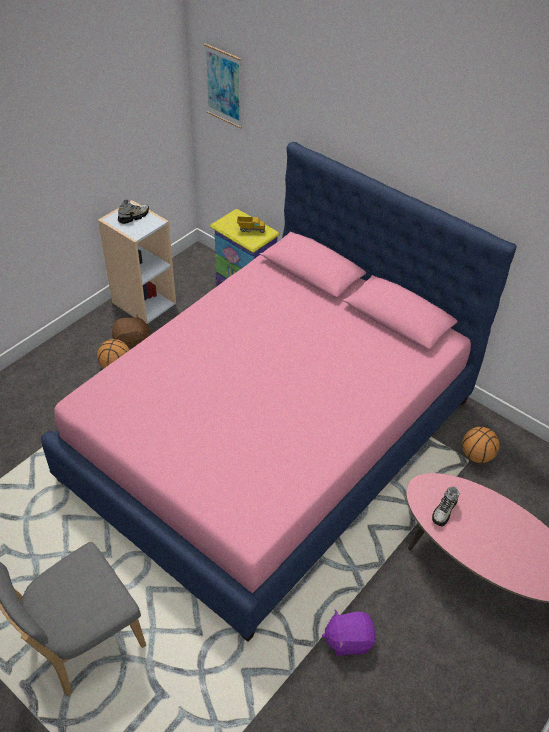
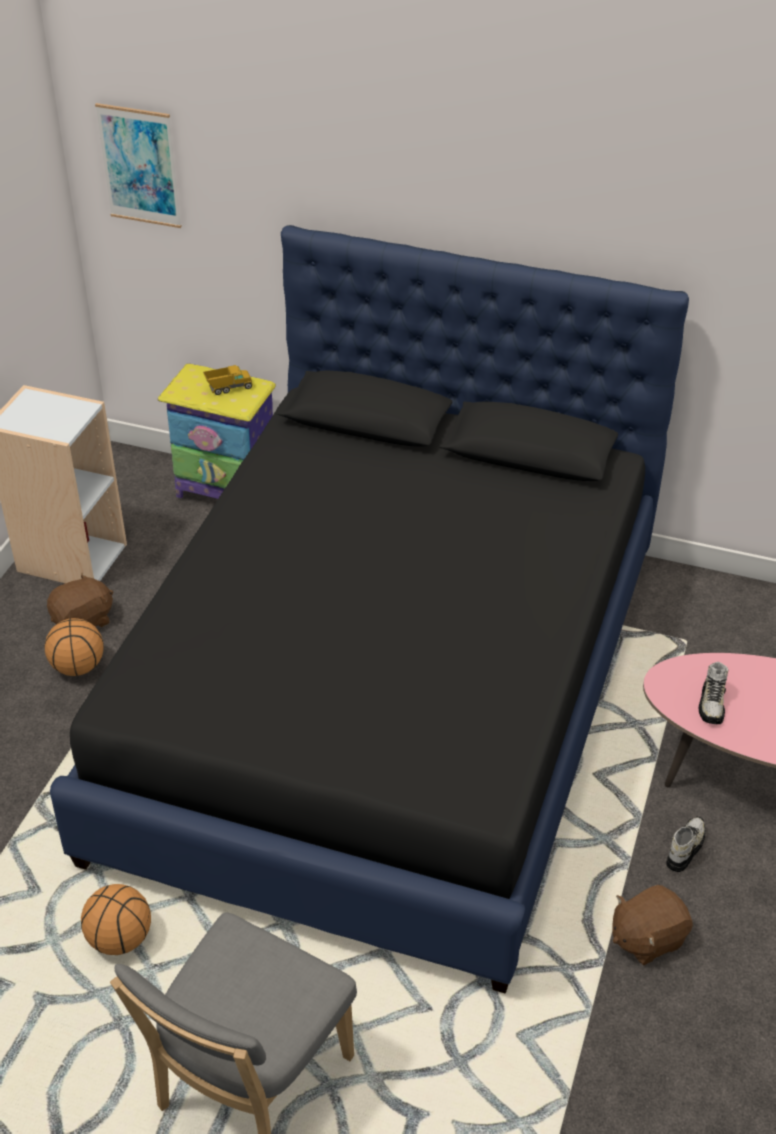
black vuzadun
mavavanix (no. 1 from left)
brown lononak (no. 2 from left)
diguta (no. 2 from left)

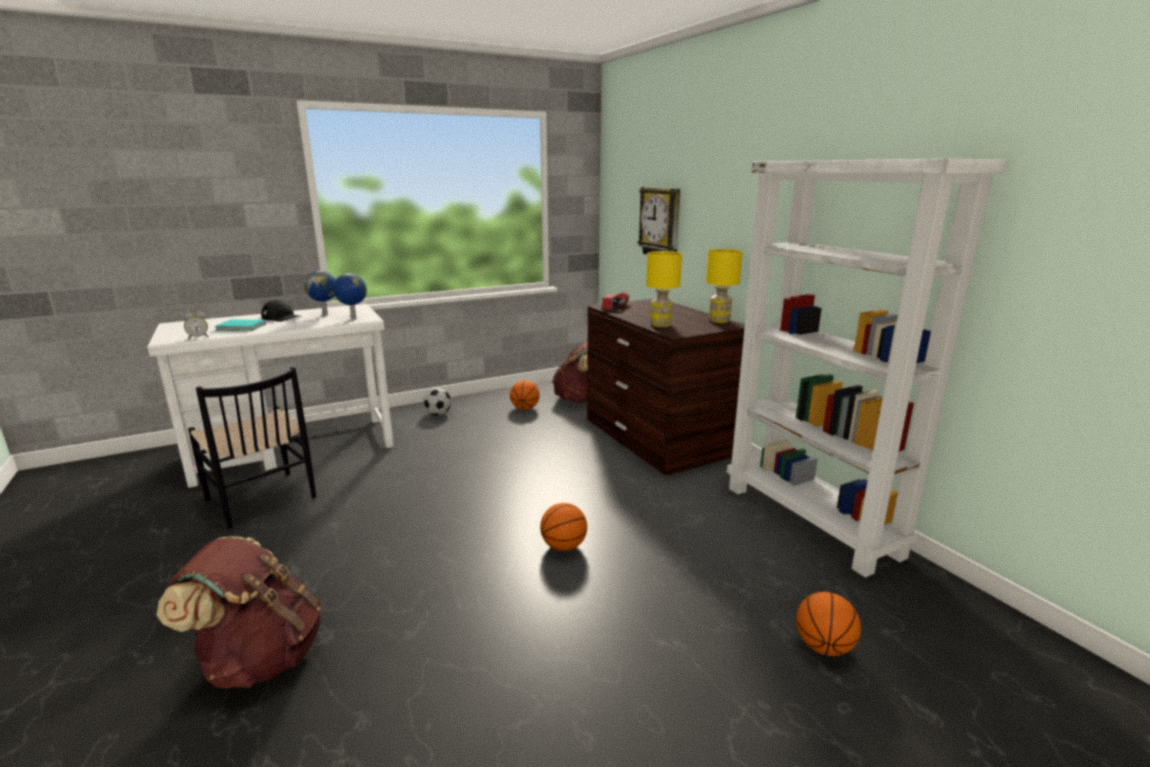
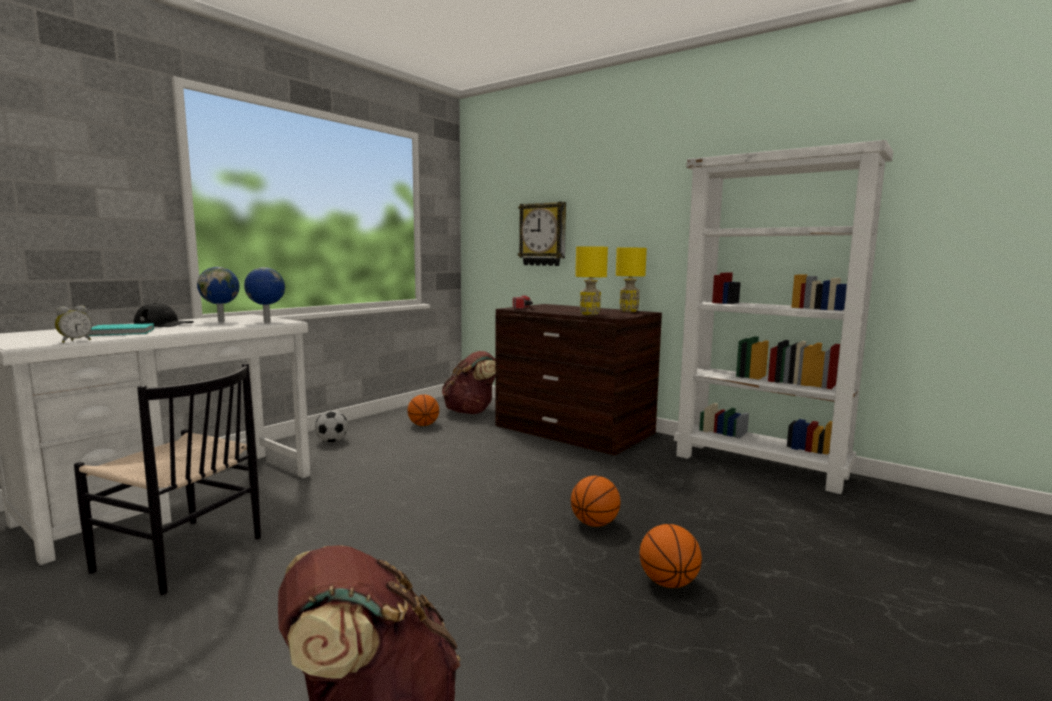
diguta (no. 3 from left)

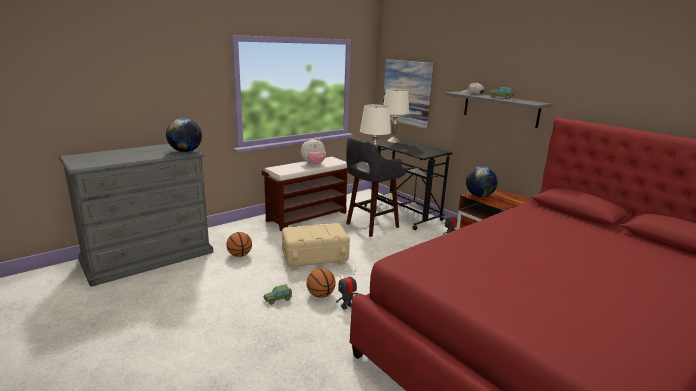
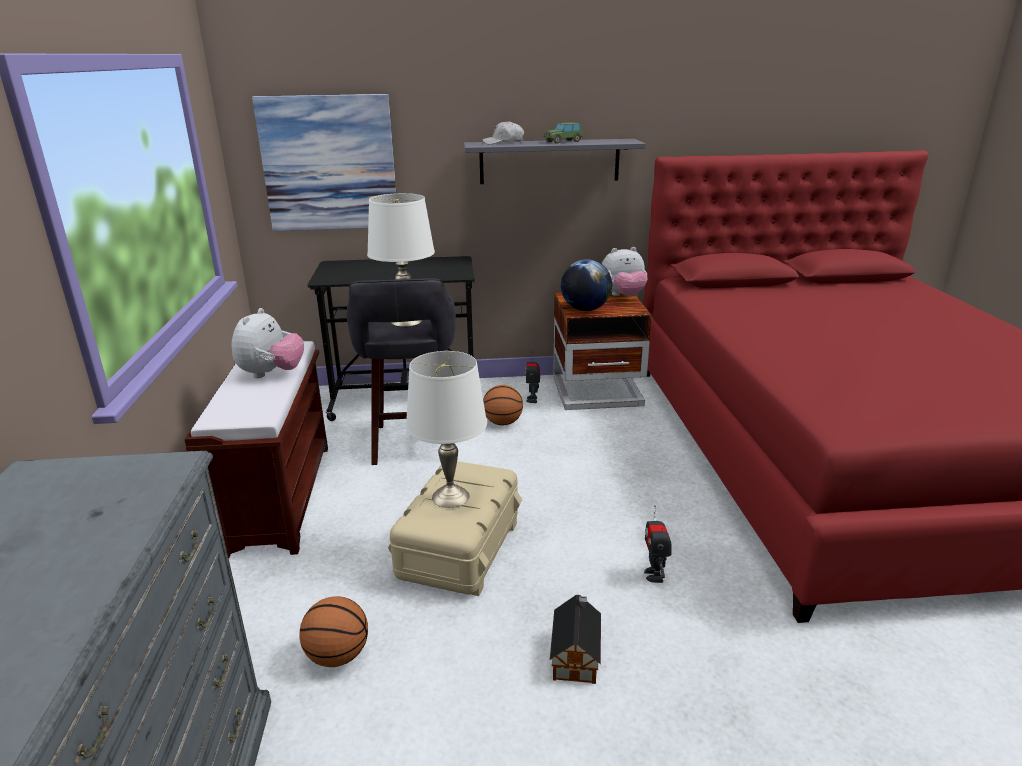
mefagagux (no. 1 from left in the first image)
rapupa
diguta (no. 2 from left)
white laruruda (no. 2 from left)
lononak (no. 2 from left)

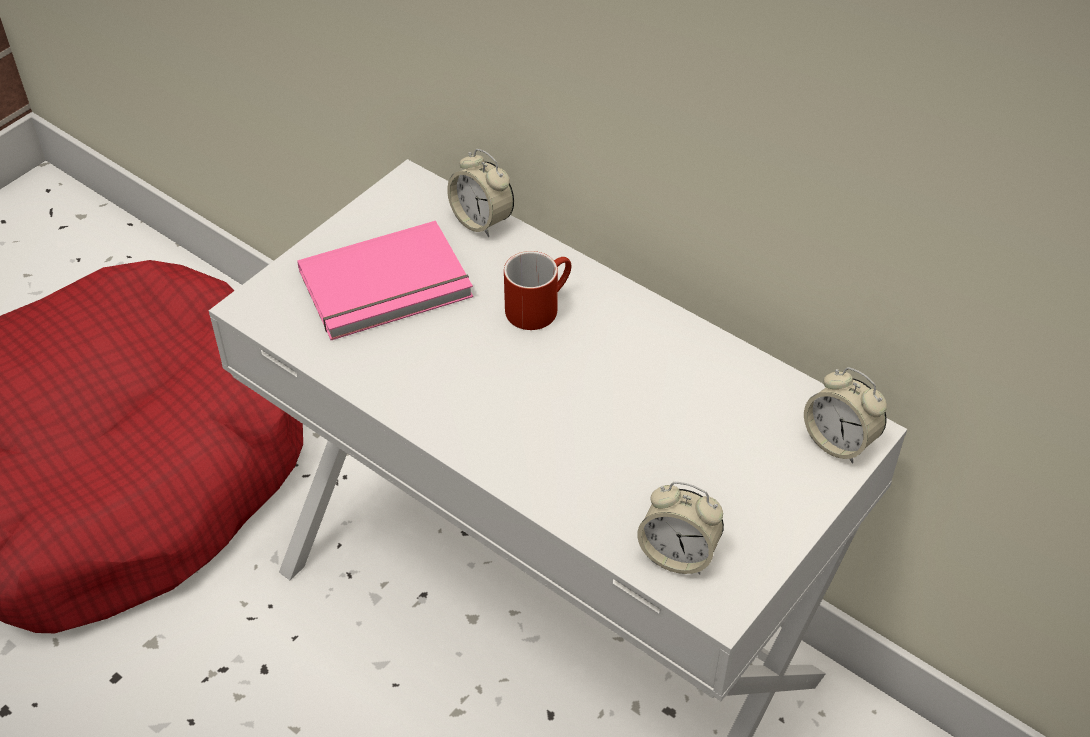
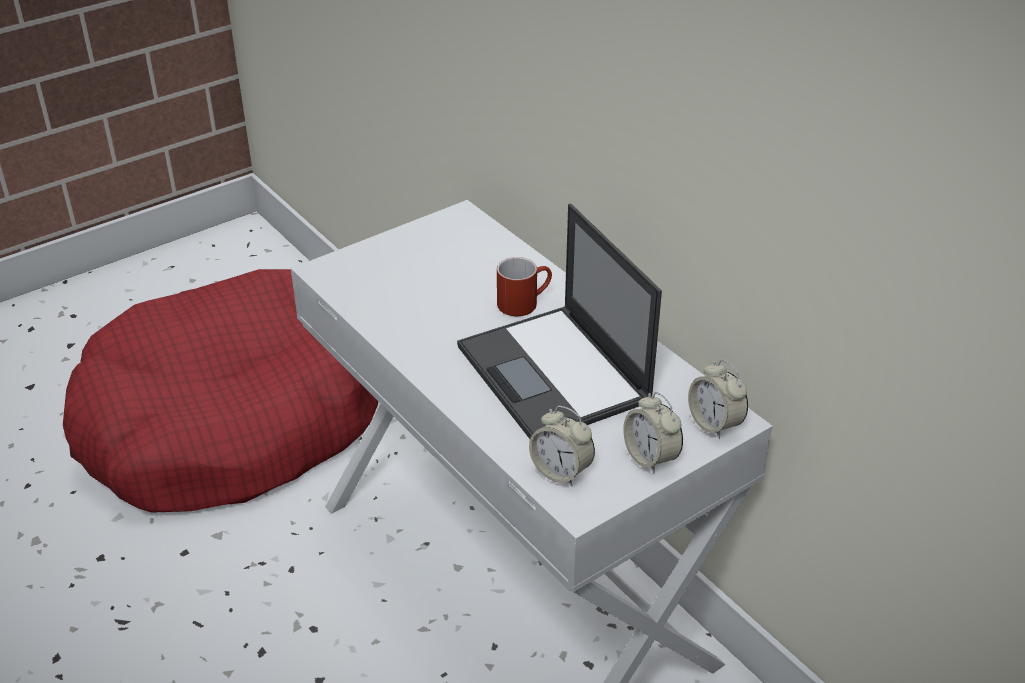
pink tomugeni
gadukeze (no. 2 from left)
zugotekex

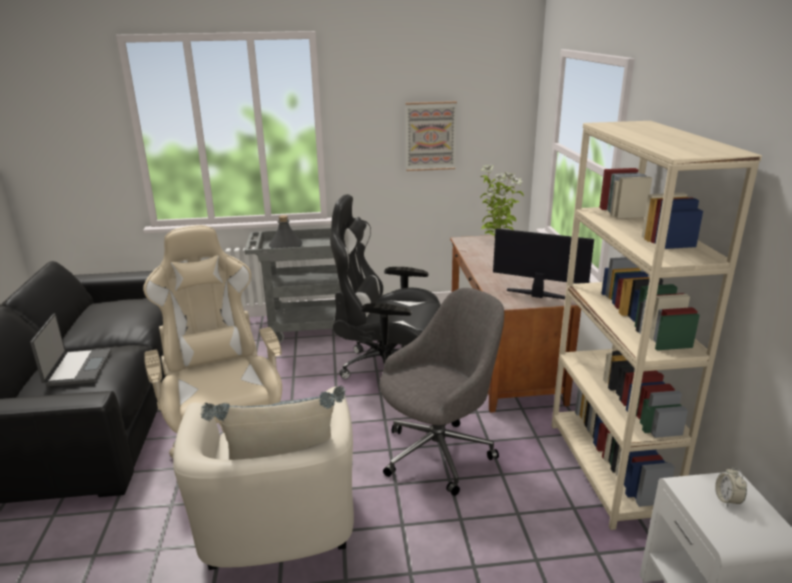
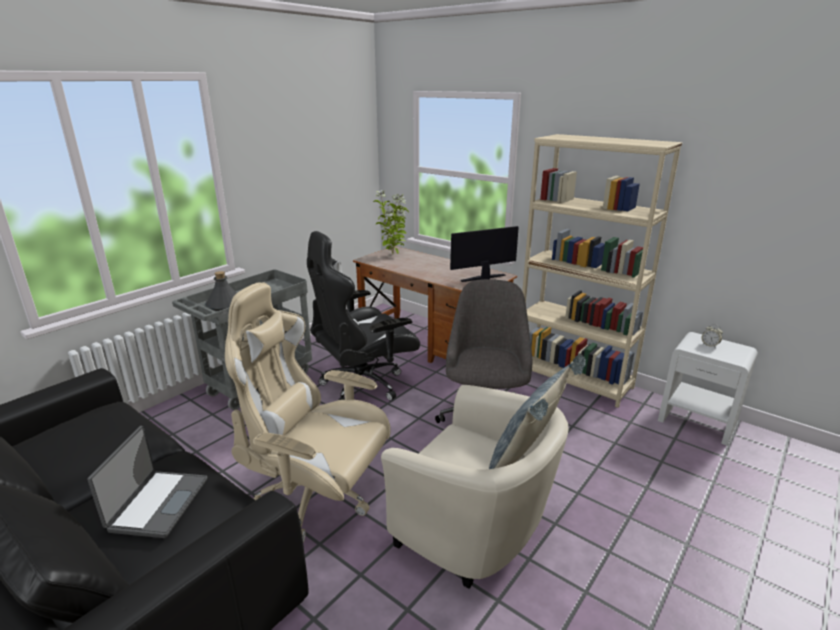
zugotekex
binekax

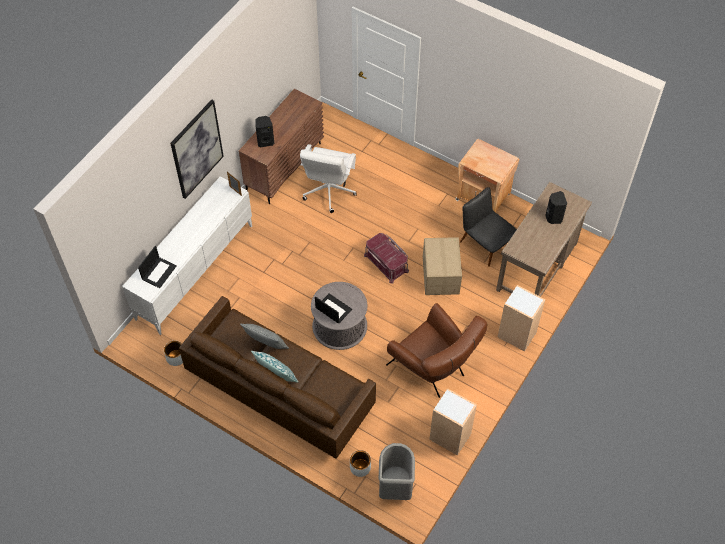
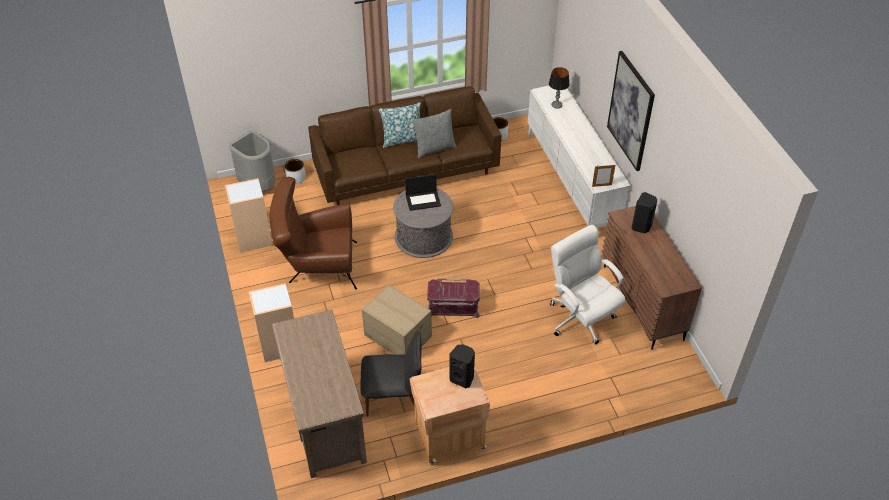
laruruda
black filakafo (no. 1 from left)

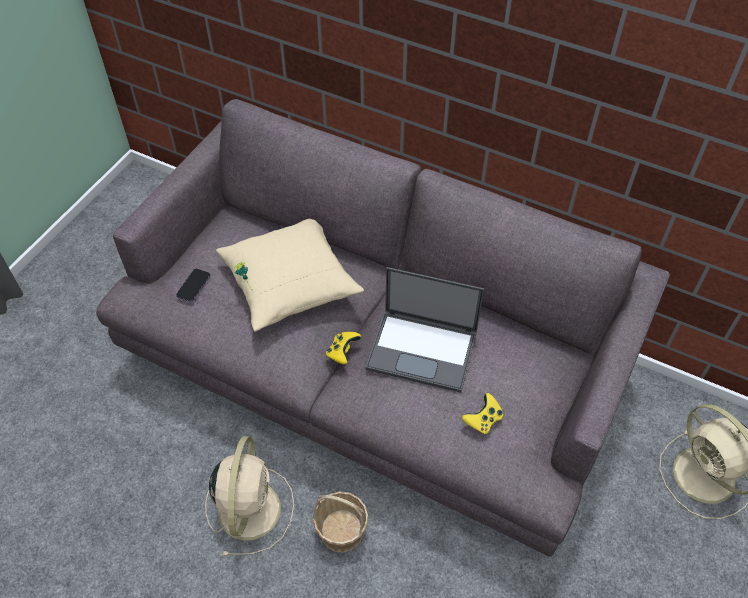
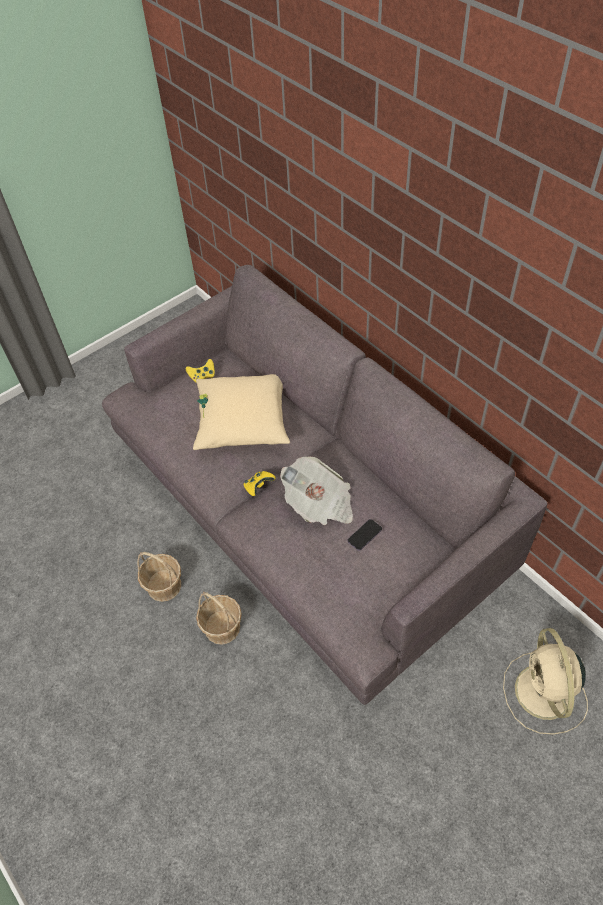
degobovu
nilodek (no. 1 from left)
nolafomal
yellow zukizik (no. 1 from left)

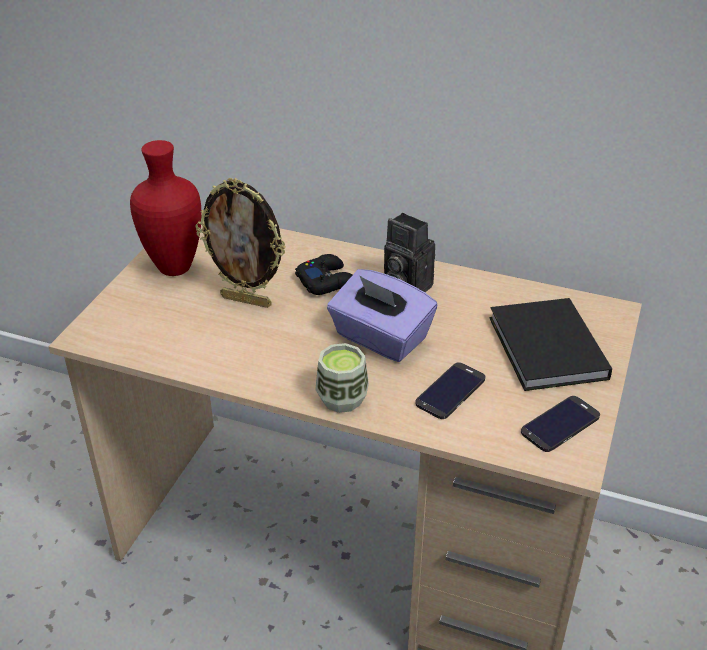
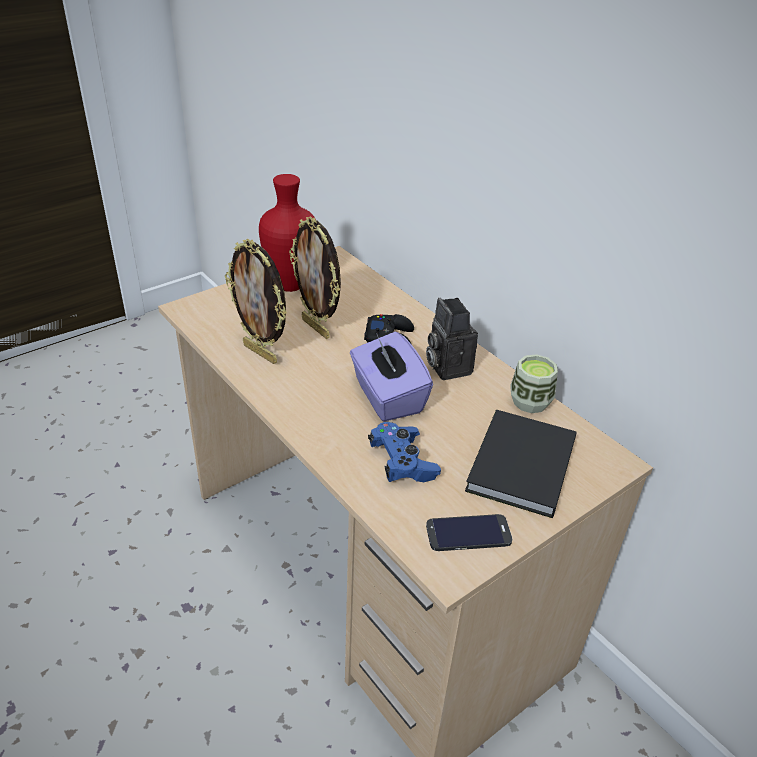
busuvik
blue zukizik
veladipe (no. 1 from left)

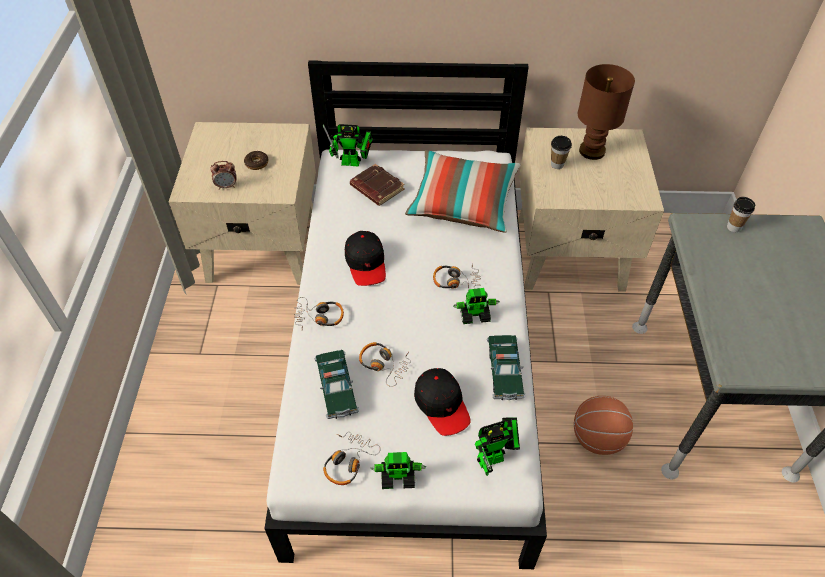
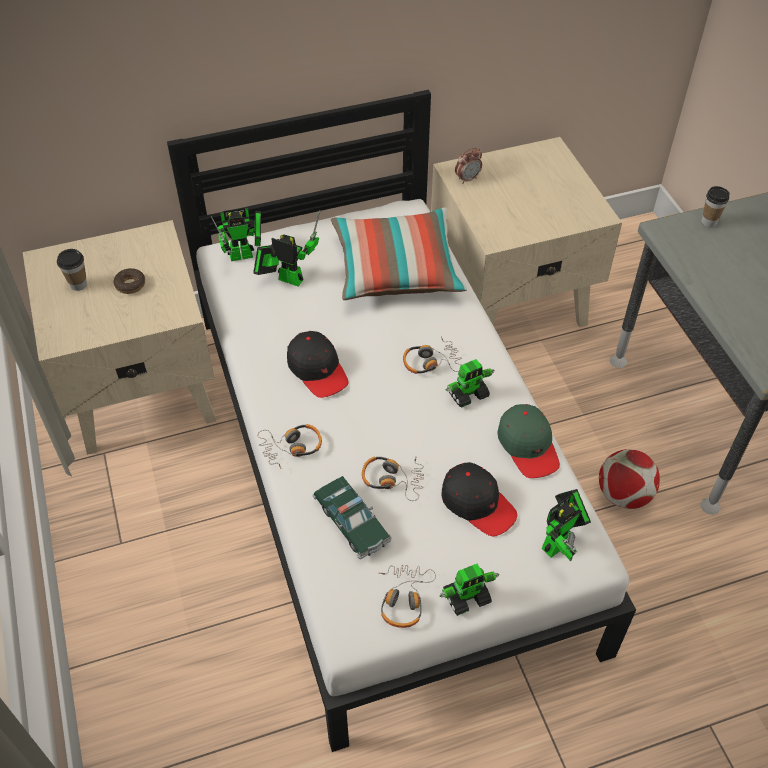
gadukeze
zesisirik (no. 2 from left)
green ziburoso
busuvik (no. 1 from left)
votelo
brown laruruda

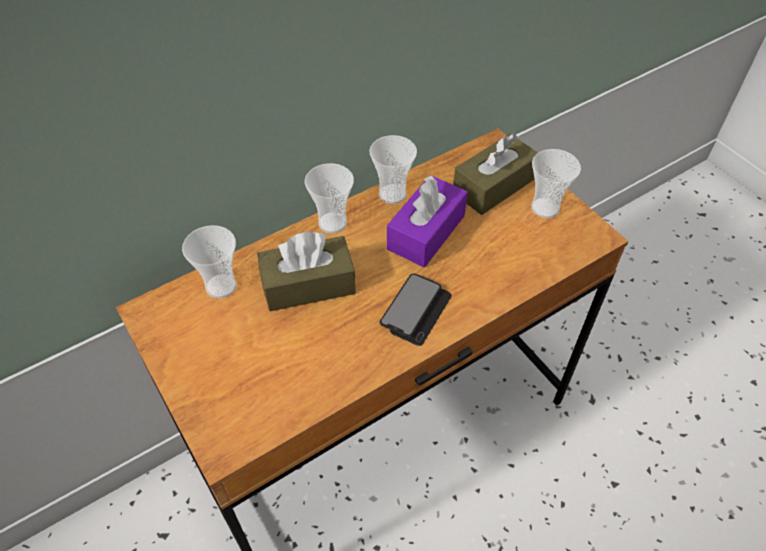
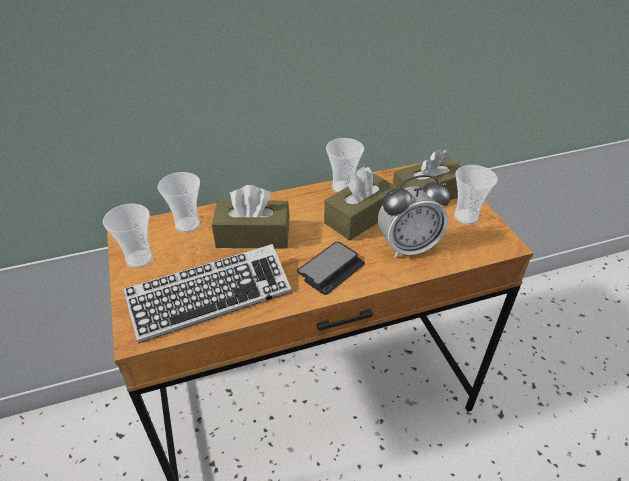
busuvik (no. 1 from left)
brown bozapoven (no. 2 from left)
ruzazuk
gadukeze

